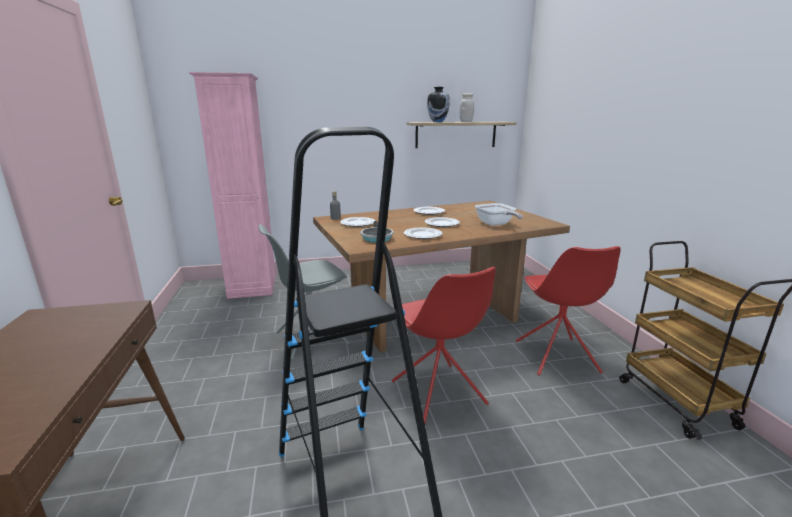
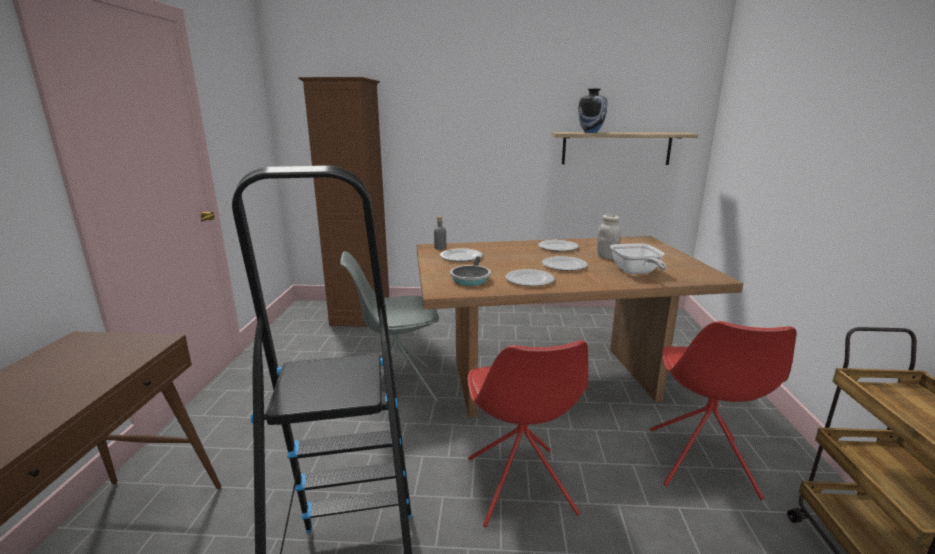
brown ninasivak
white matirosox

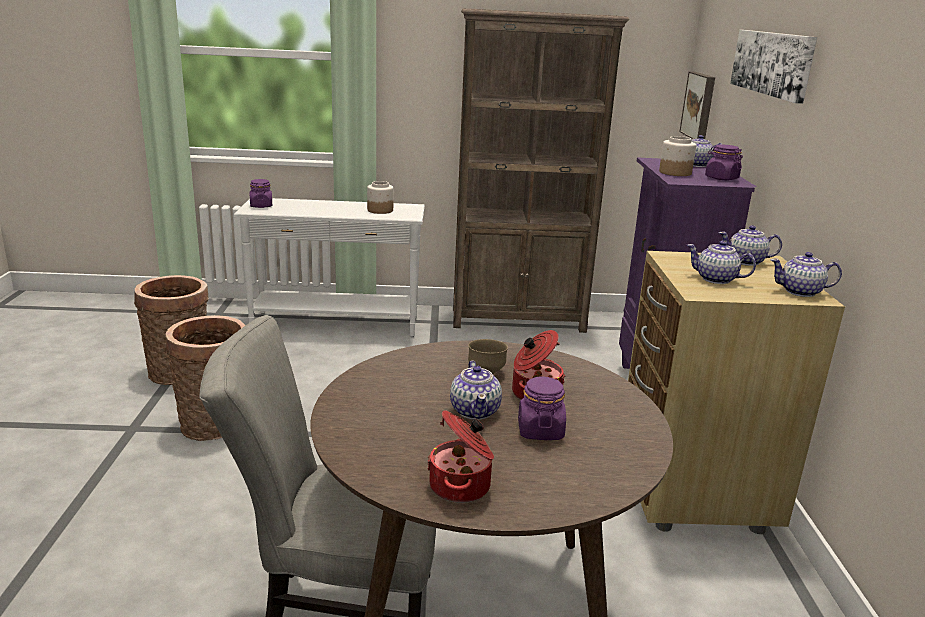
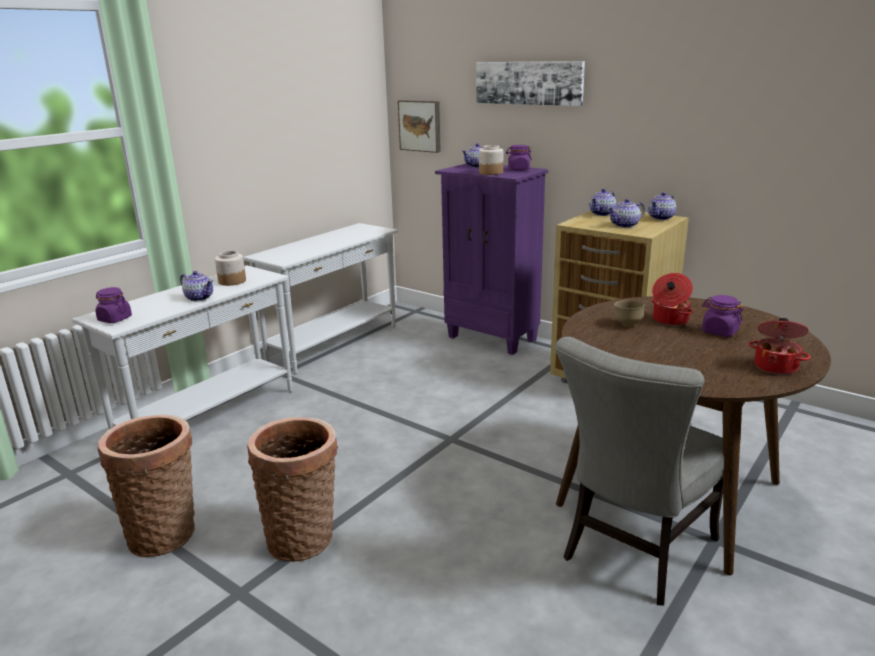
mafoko (no. 1 from left)
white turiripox (no. 2 from left)

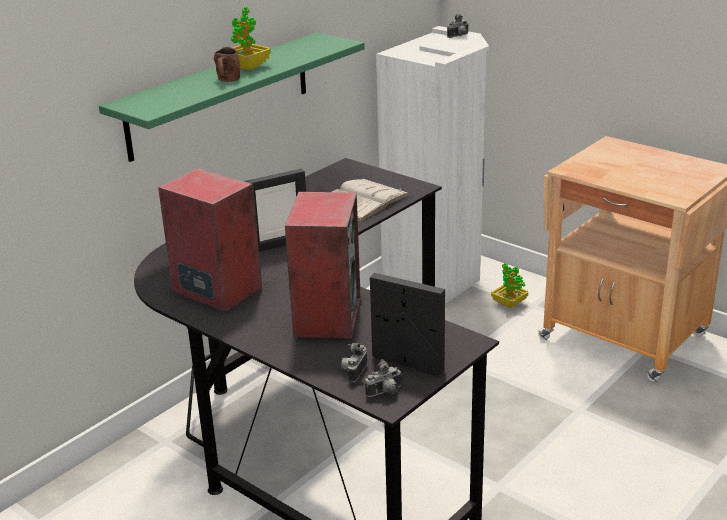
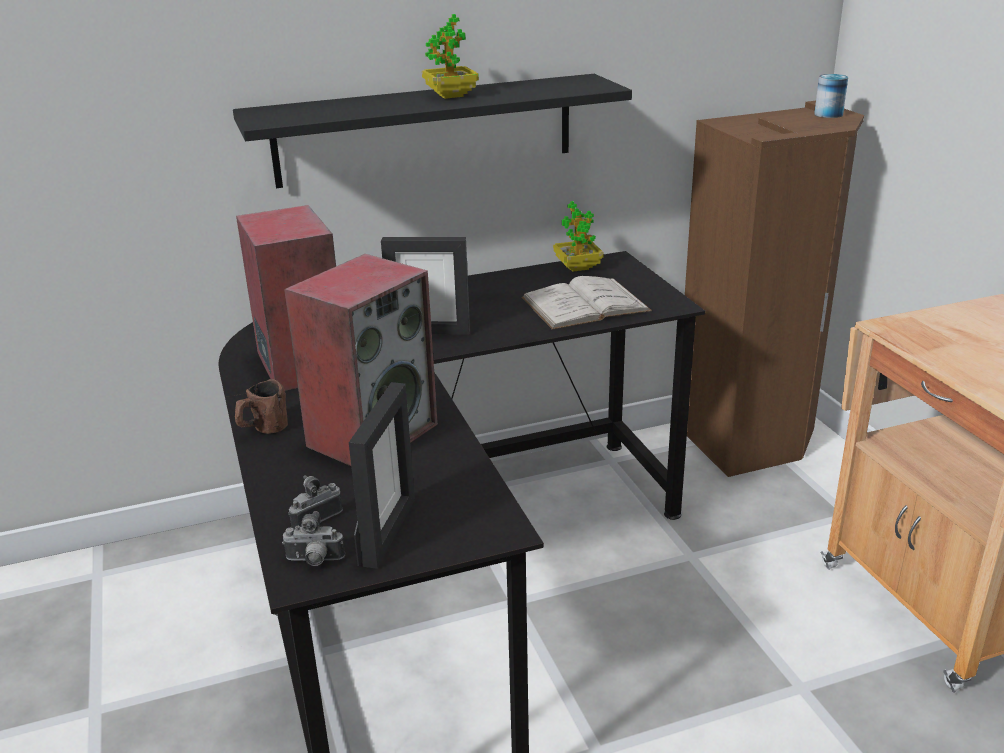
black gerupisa
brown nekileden
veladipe (no. 1 from left)
brown ninasivak
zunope
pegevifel (no. 2 from left)

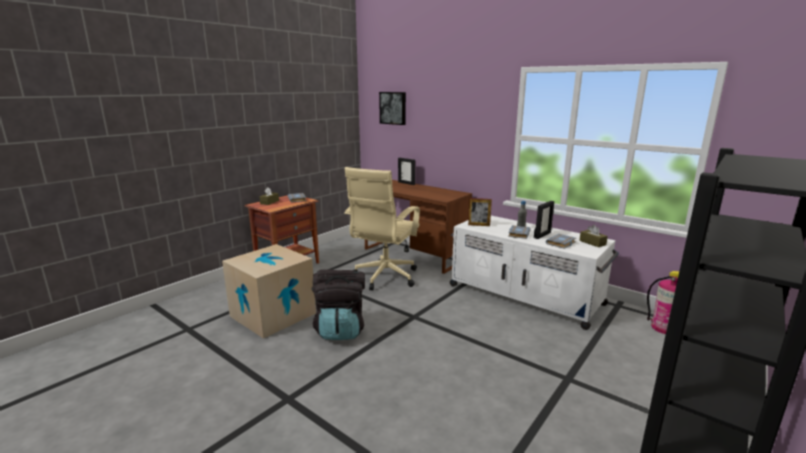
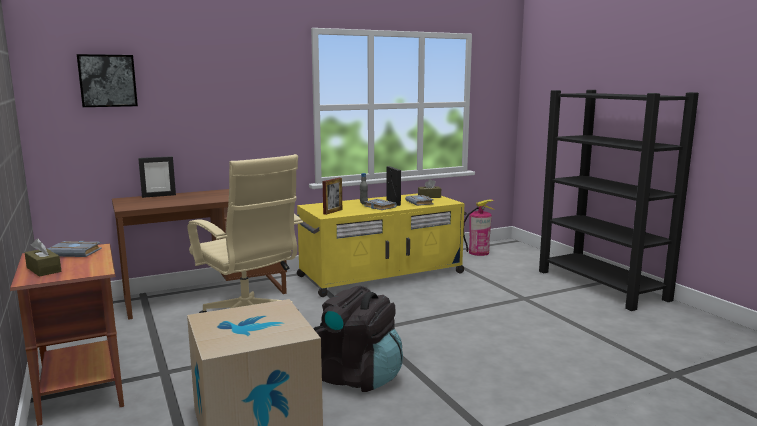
yellow ninasivak

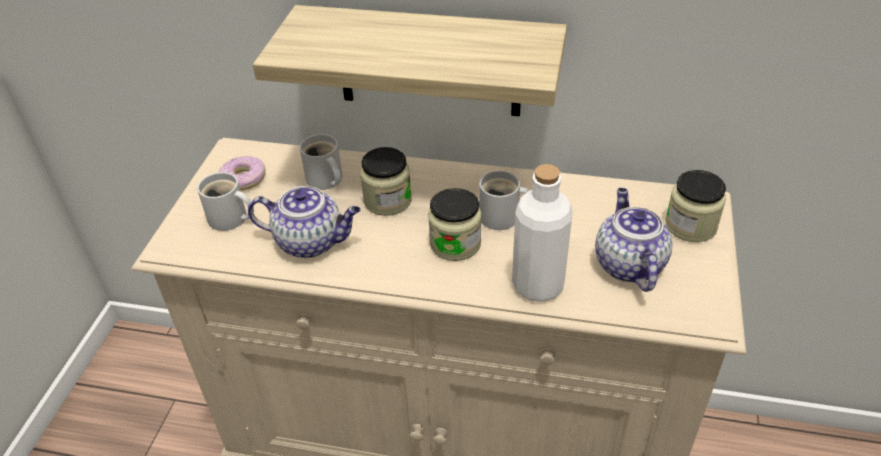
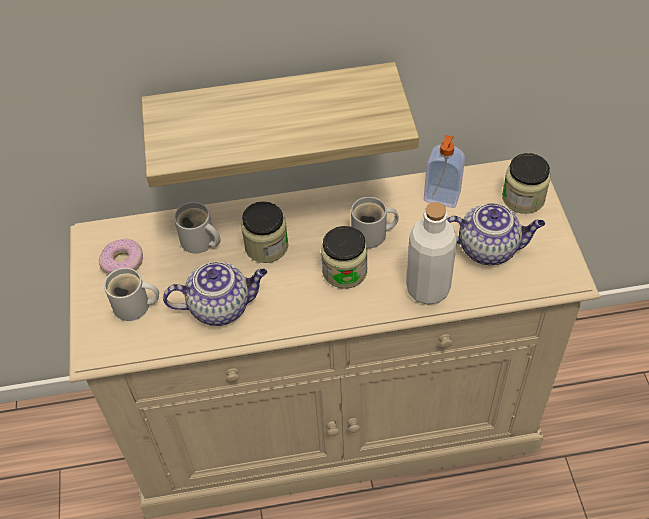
mafoko (no. 2 from left)
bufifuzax

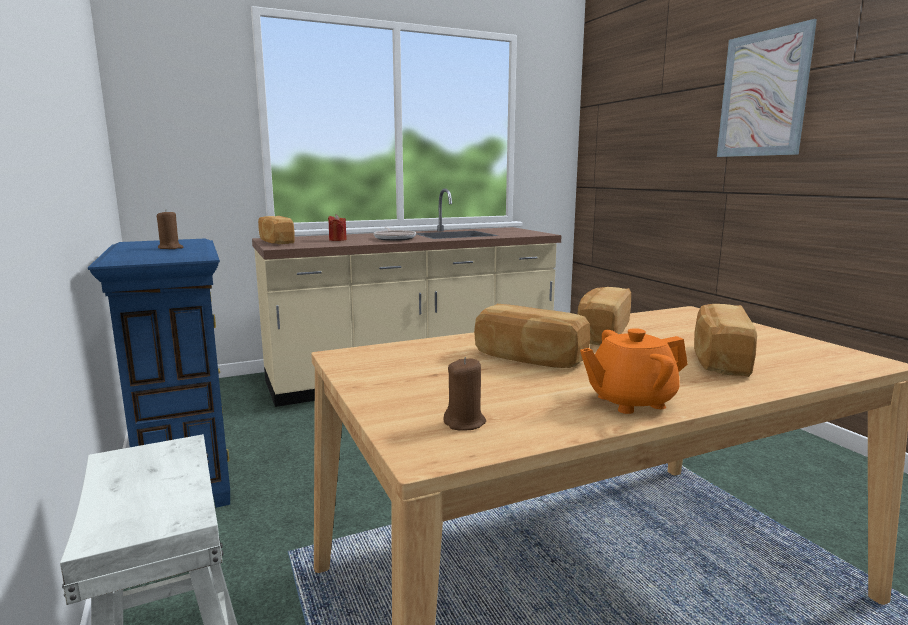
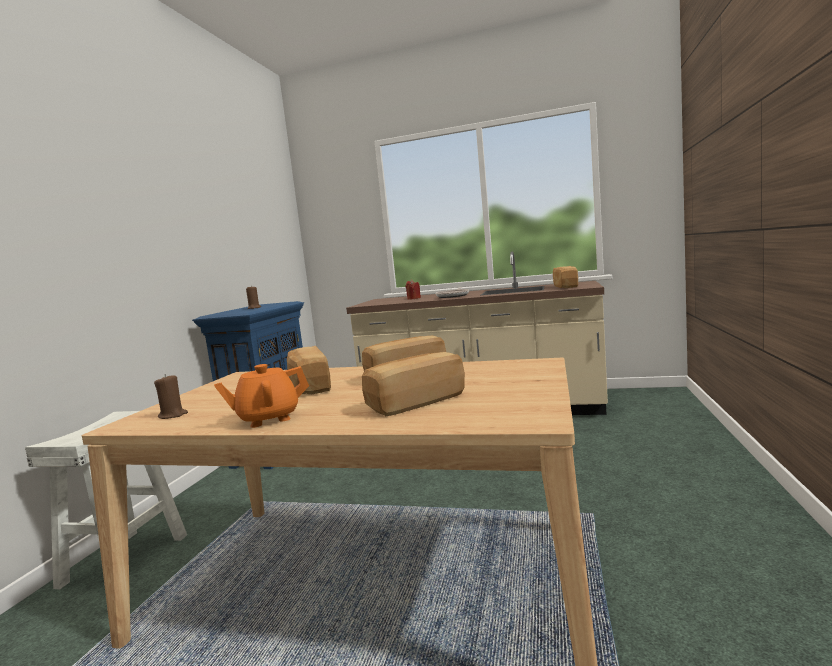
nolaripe (no. 4 from left)
orange mafoko
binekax

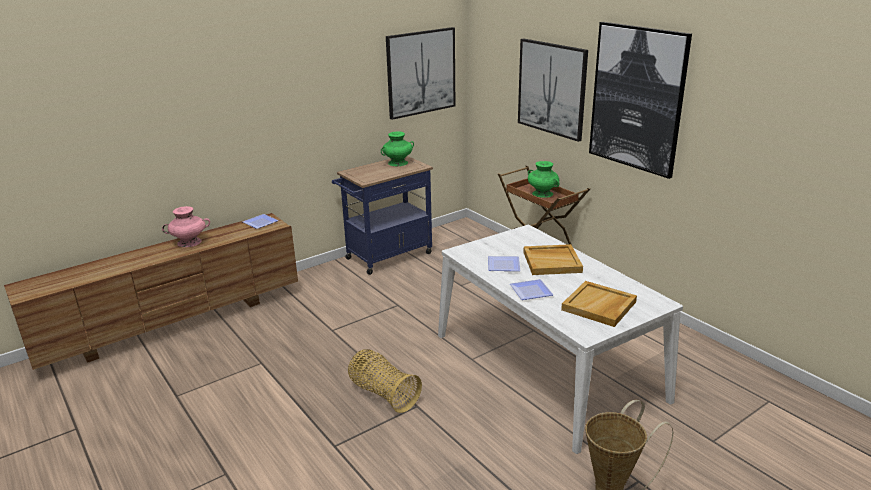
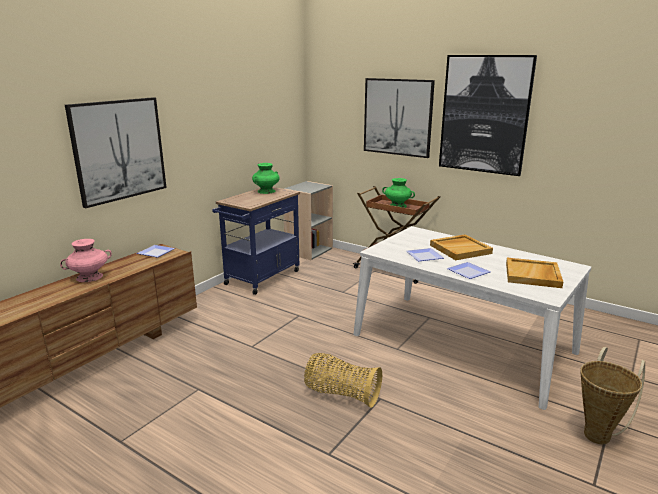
binekax (no. 1 from left)
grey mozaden

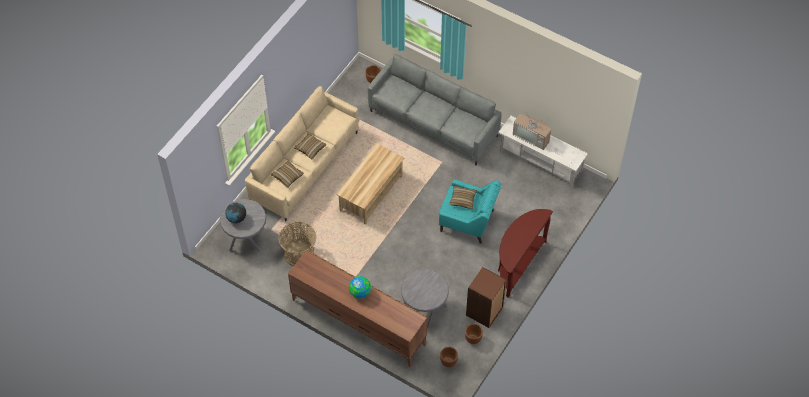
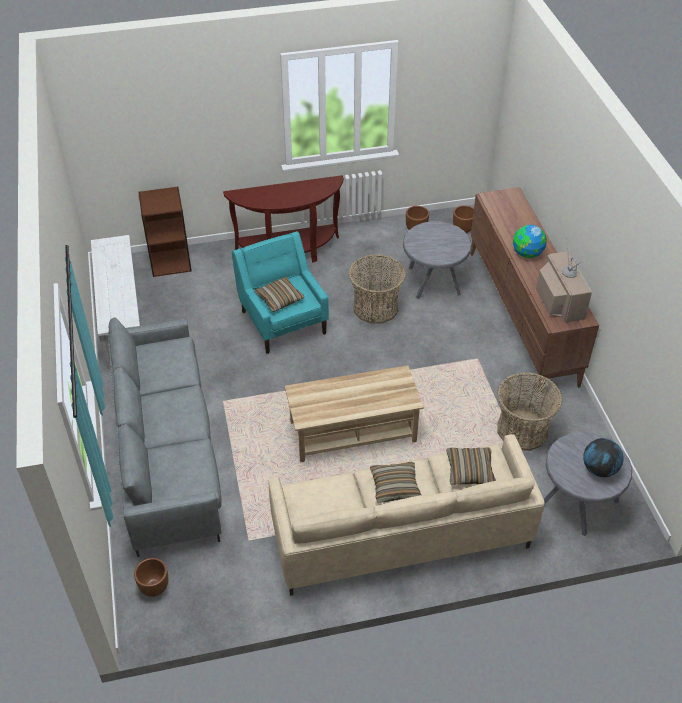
brown mozaden
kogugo
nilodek (no. 1 from left)

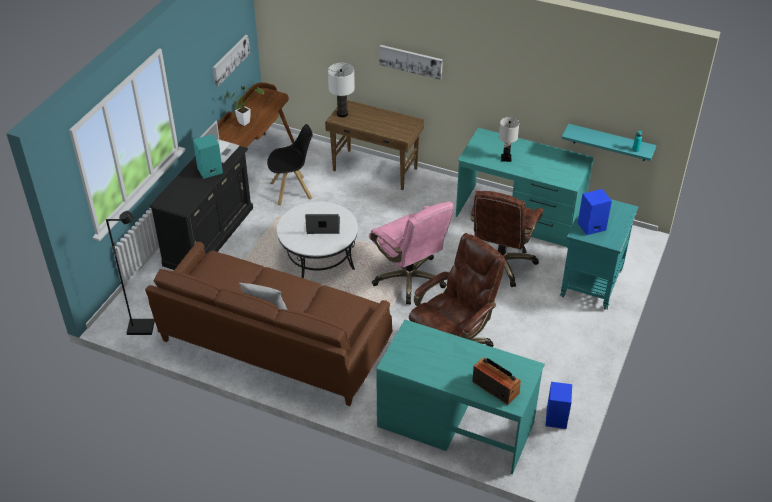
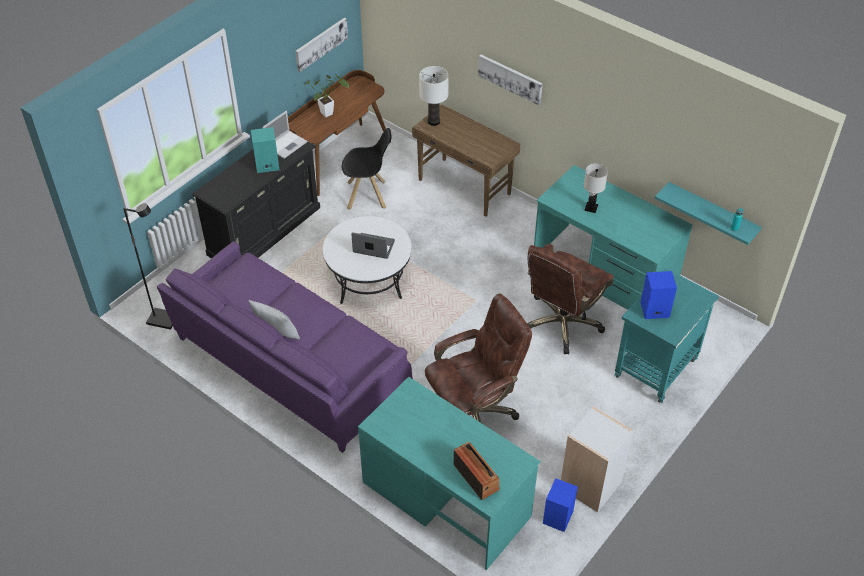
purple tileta
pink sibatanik
mozaden

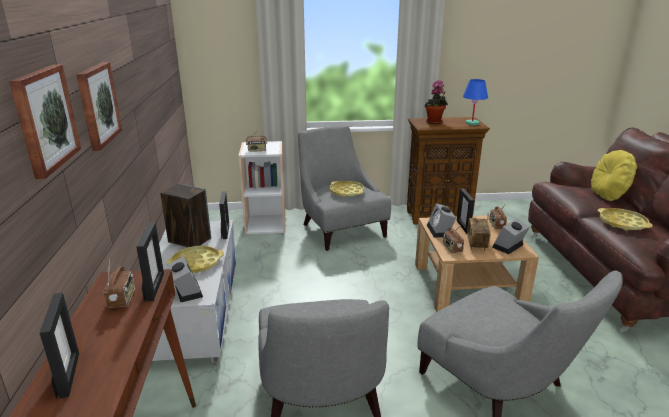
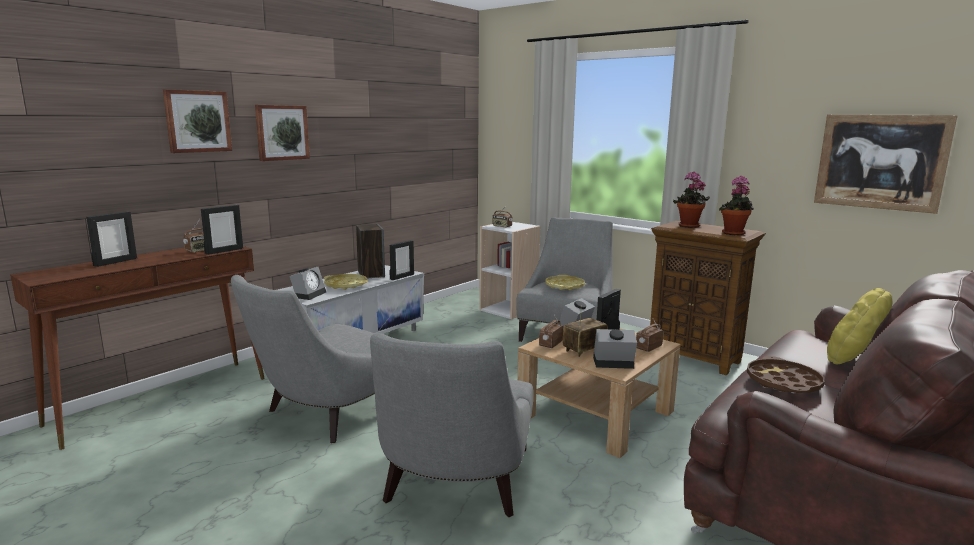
pegevifel (no. 2 from left)
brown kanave
binekax (no. 3 from left)

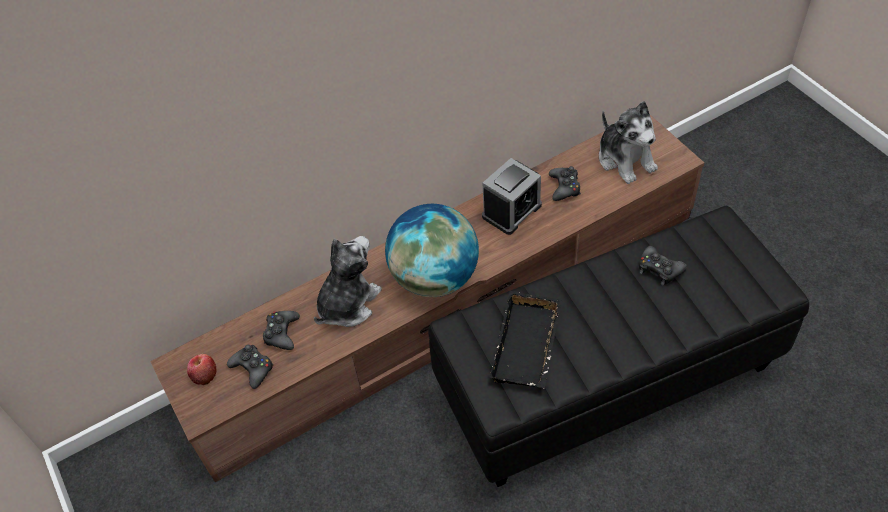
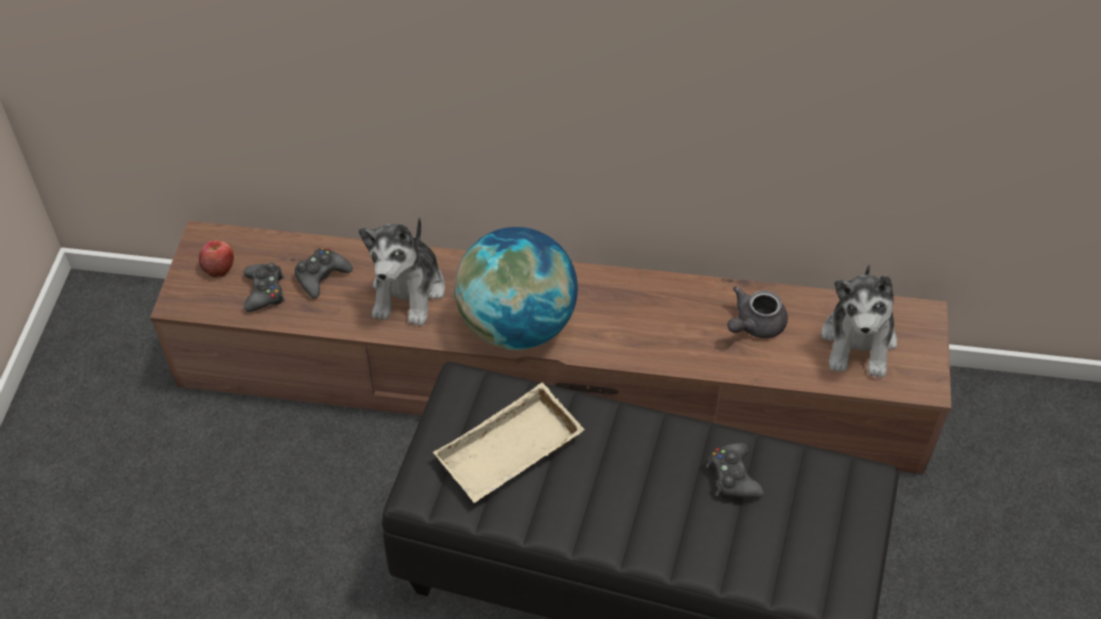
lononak (no. 1 from left)
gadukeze
beige kanave
grey mafoko

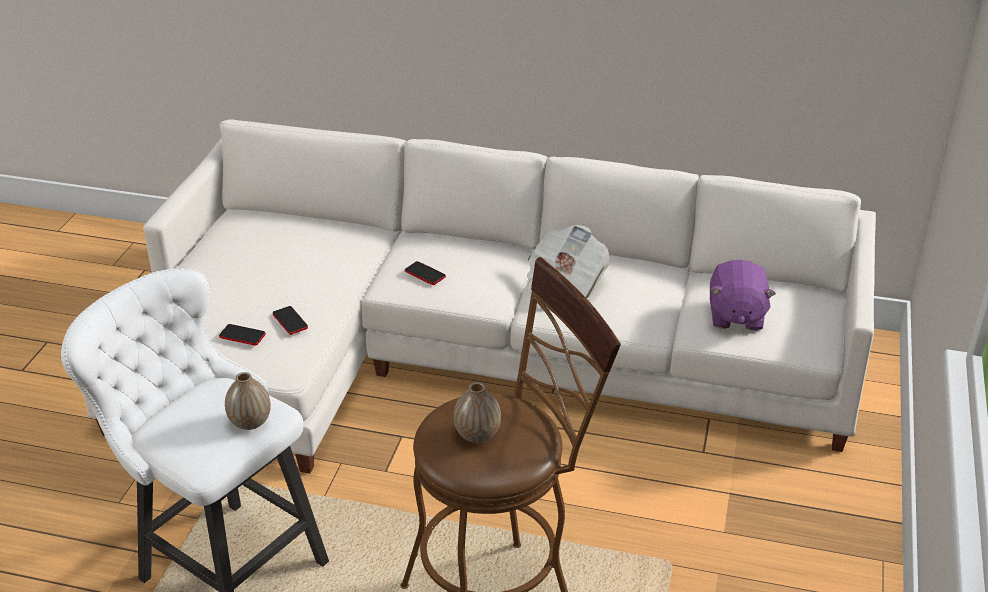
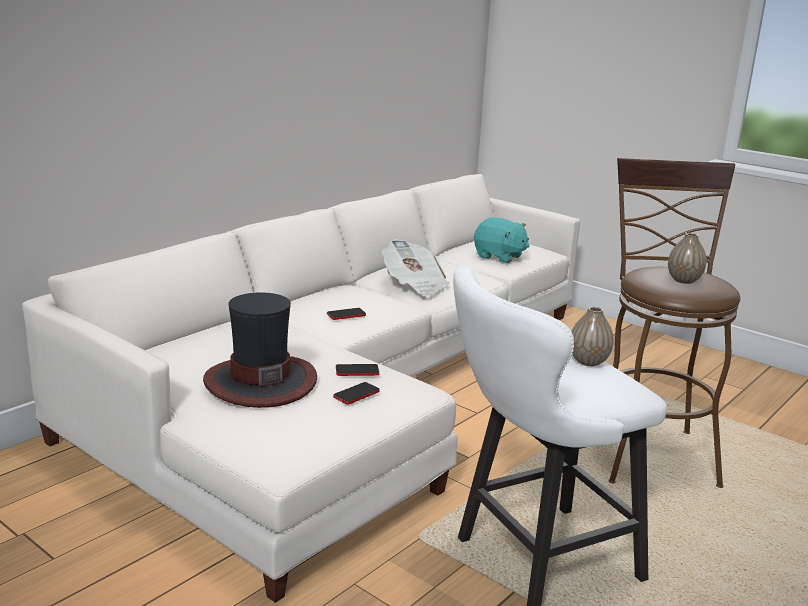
turquoise lononak
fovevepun

